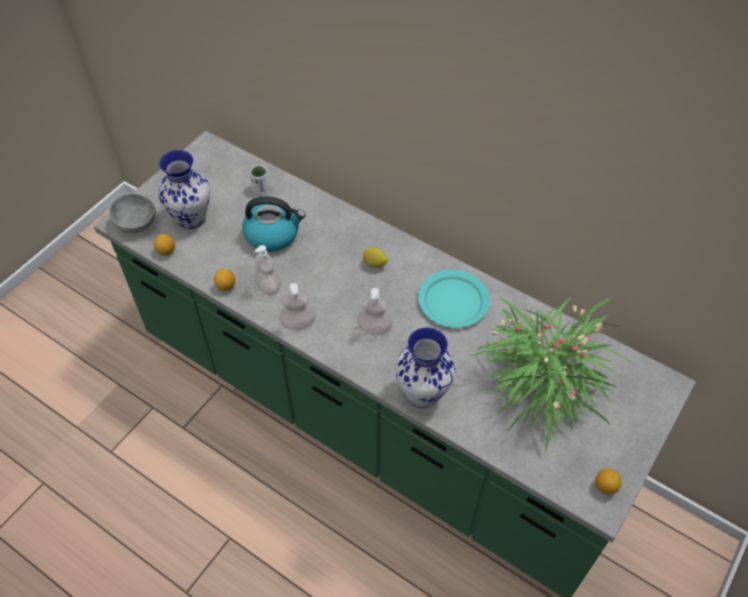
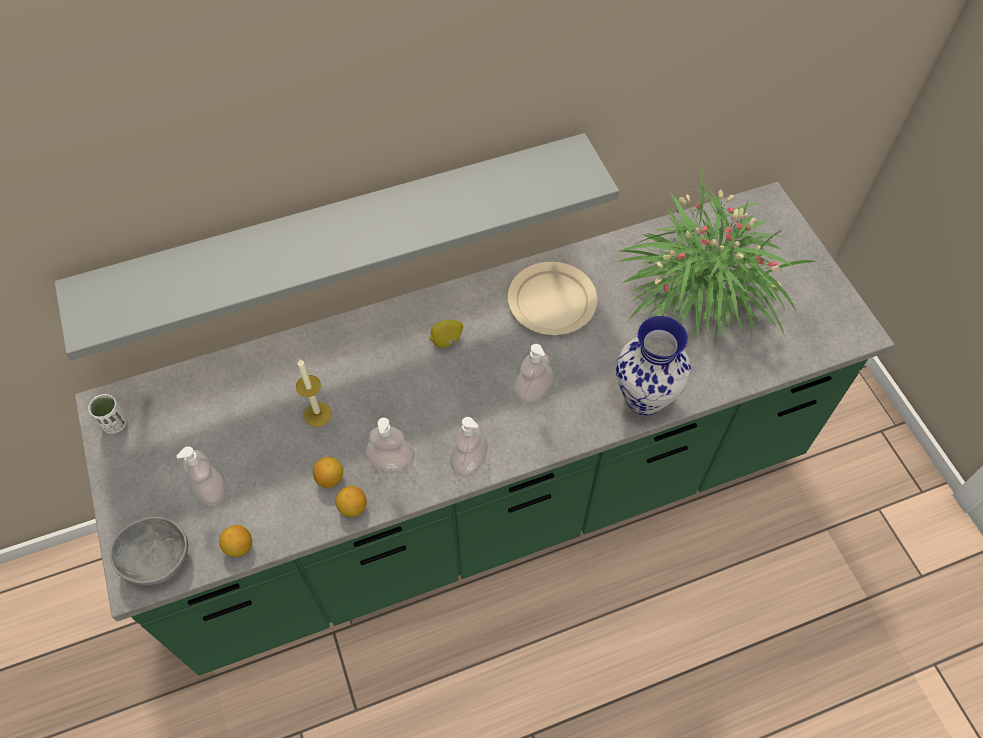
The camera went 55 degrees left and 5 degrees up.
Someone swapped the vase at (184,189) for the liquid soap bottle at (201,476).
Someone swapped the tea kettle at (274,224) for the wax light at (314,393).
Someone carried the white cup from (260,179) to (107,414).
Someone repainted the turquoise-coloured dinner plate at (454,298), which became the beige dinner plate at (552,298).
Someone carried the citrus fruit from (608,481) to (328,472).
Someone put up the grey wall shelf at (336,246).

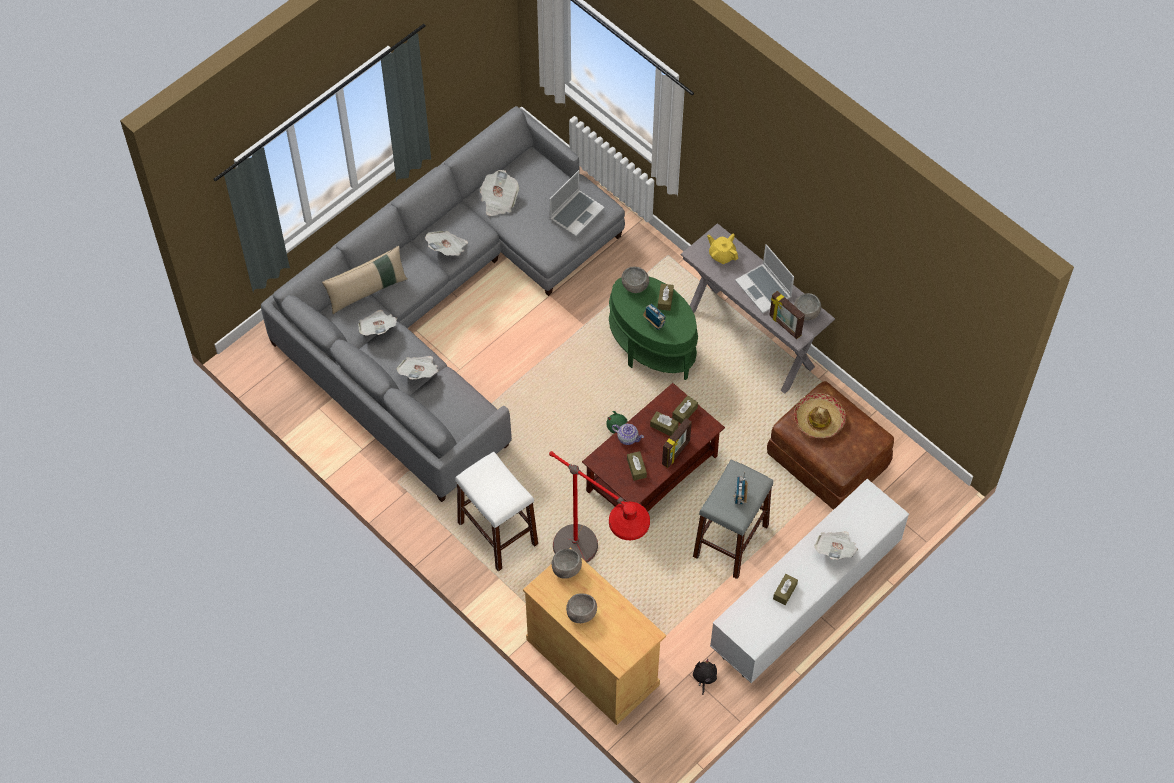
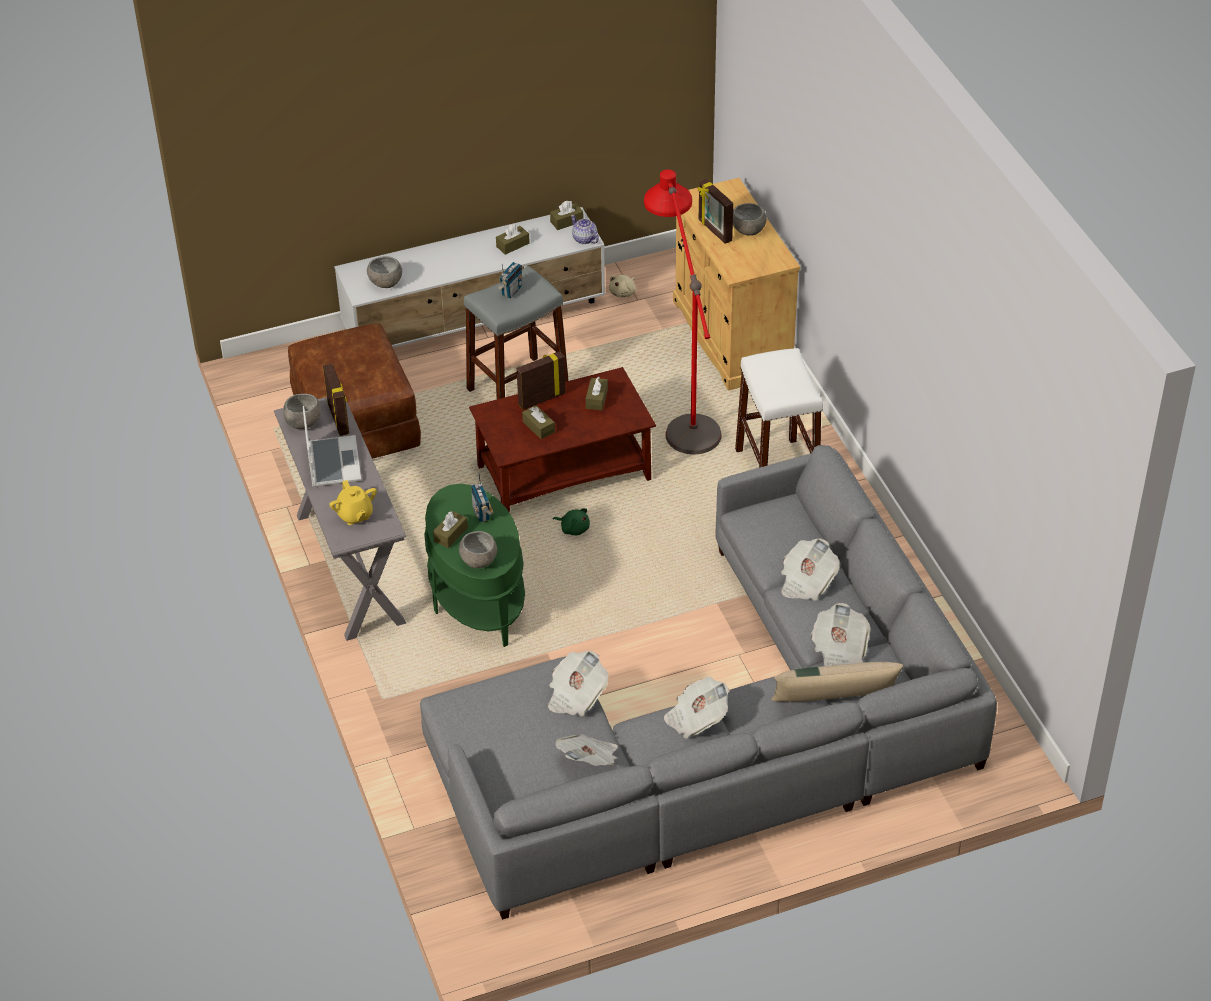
The camera went 155 degrees left and 15 degrees down.
Someone took away the laptop at (577,203).
Someone carried the grey serving bowl from (567,564) to (384,272).
Someone carried the pot for tea from (628,434) to (585,229).
Someone carried the brown-coloured box of tissues from (685,409) to (567,215).
Someone repainted the black-coloured cuddly toy at (705,677), which became the beige cuddly toy at (622,286).
Someone took away the hat at (820,415).
Someone carried the newspaper from (836,545) to (578,683).
Someone put down the picture frame at (715,211).

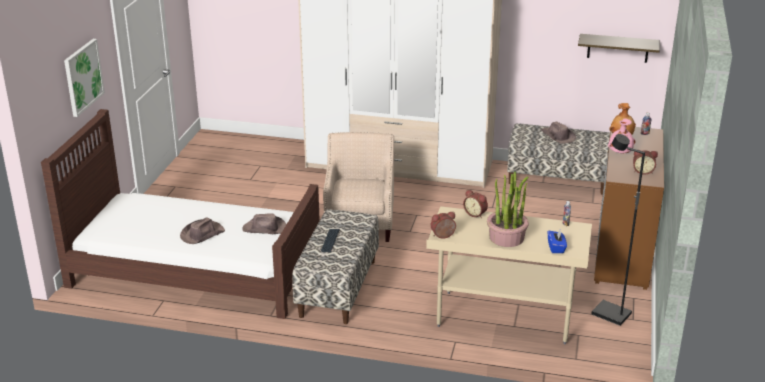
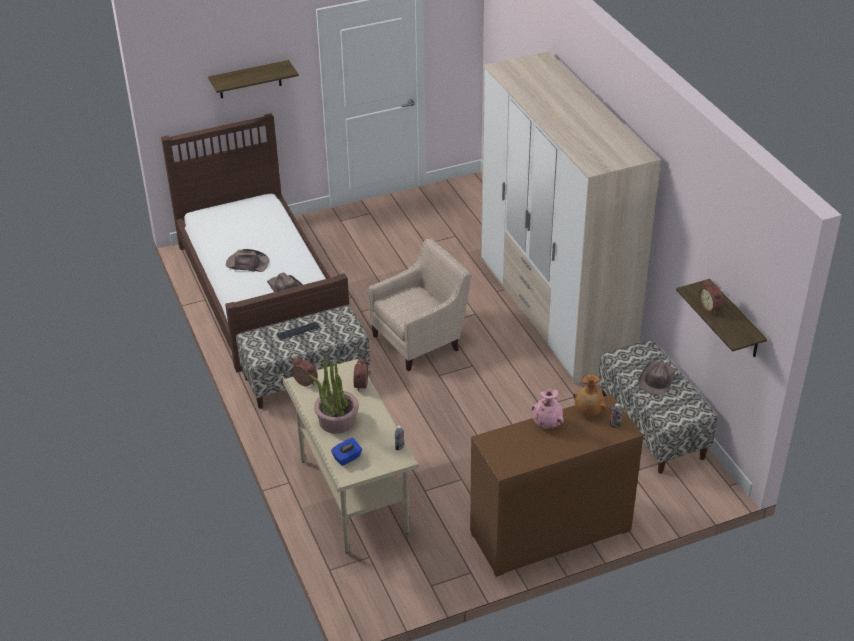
The camera went 55 degrees right and 10 degrees up.
Someone swapped the picture at (84,78) for the wall shelf at (253,79).
Someone took away the black-coloured floor lamp at (618,230).
Someone carried the table clock from (645,162) to (711,297).

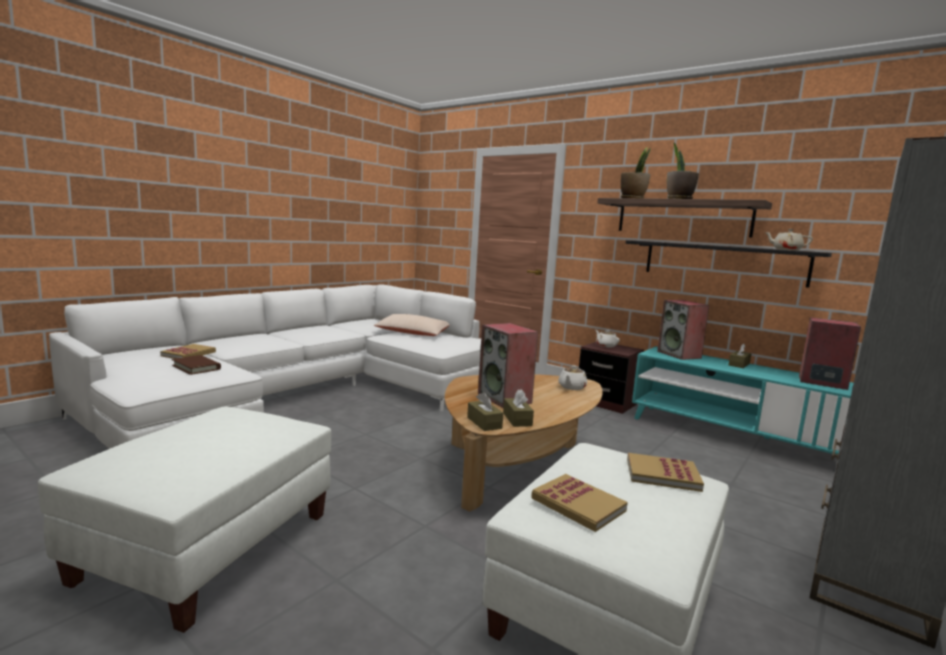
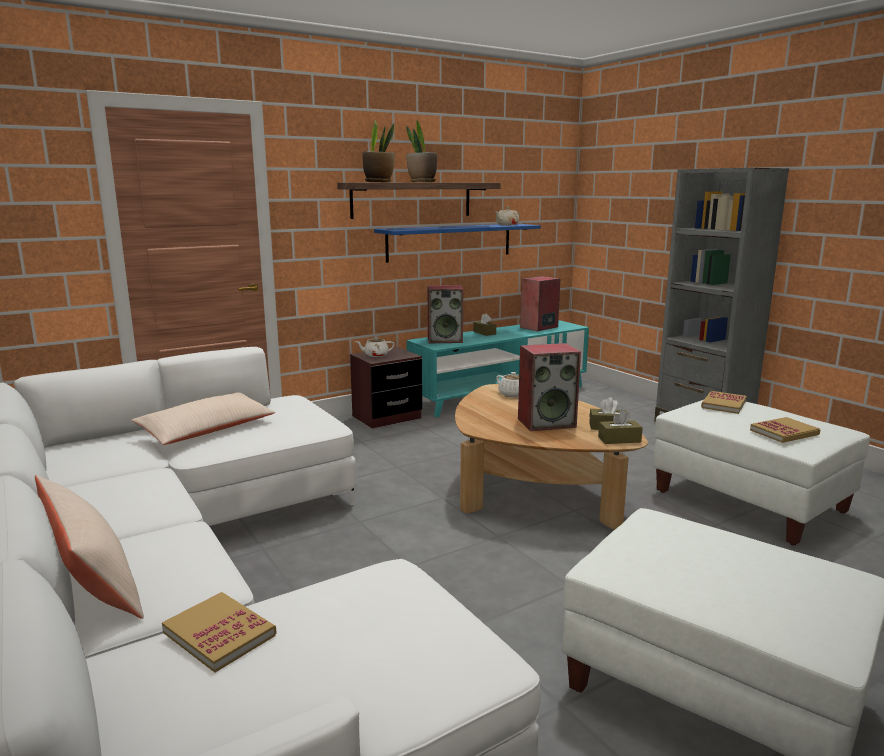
The camera went 70 degrees left and 5 degrees up.
Someone took away the brown-coloured book at (196,365).
Someone repainted the black-coloured wall shelf at (729,264), which became the blue-coloured wall shelf at (457,243).
Someone put down the beige pillow at (89,547).

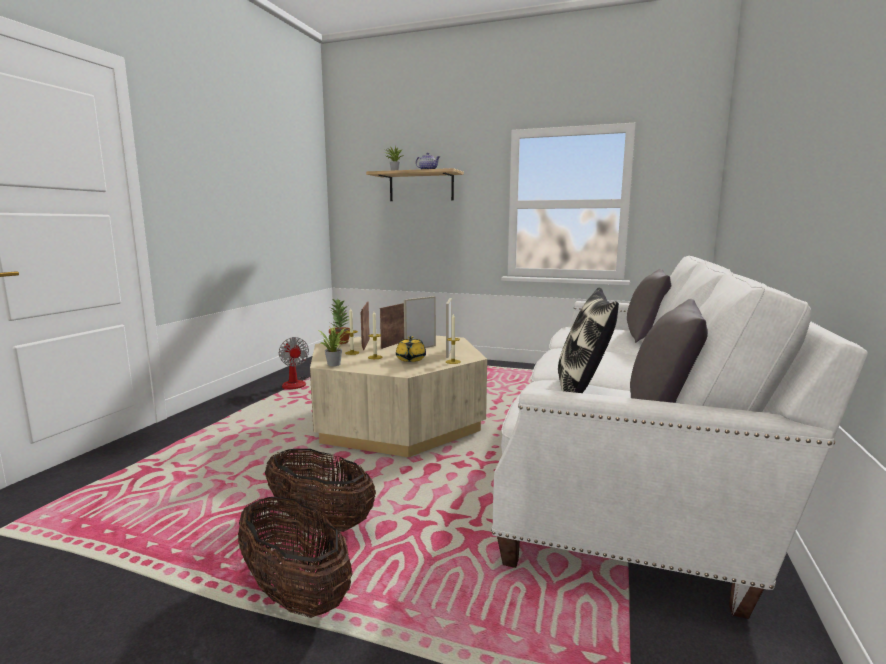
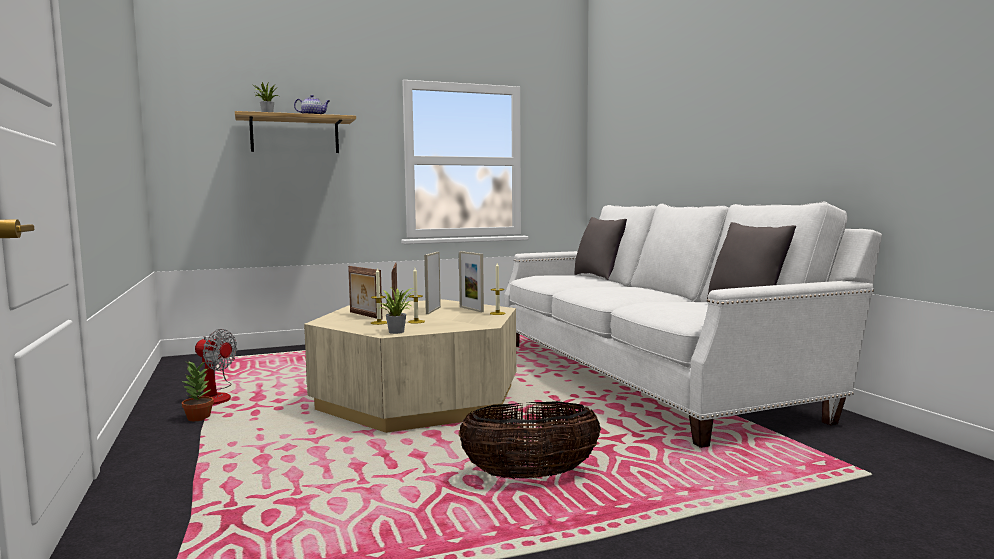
The camera went 40 degrees left and 5 degrees down.
Someone took away the basket at (295,557).
Someone carried the plant in a pot from (339,321) to (198,391).
Someone took away the yellow pot for tea at (411,349).
Someone took away the pillow at (588,340).

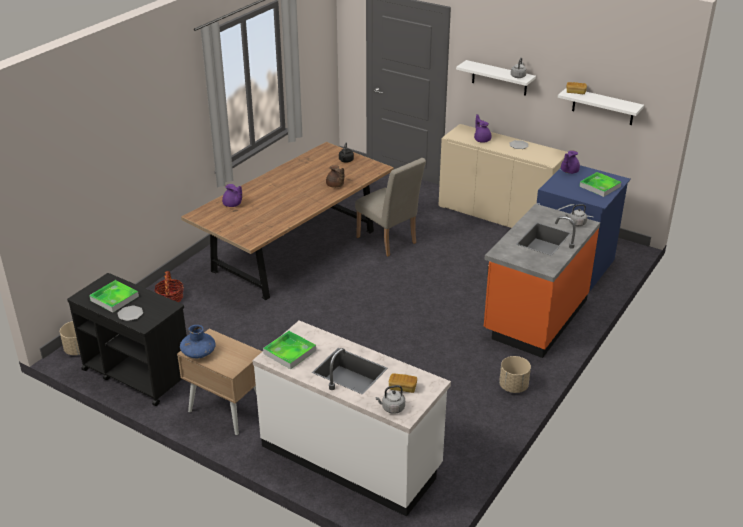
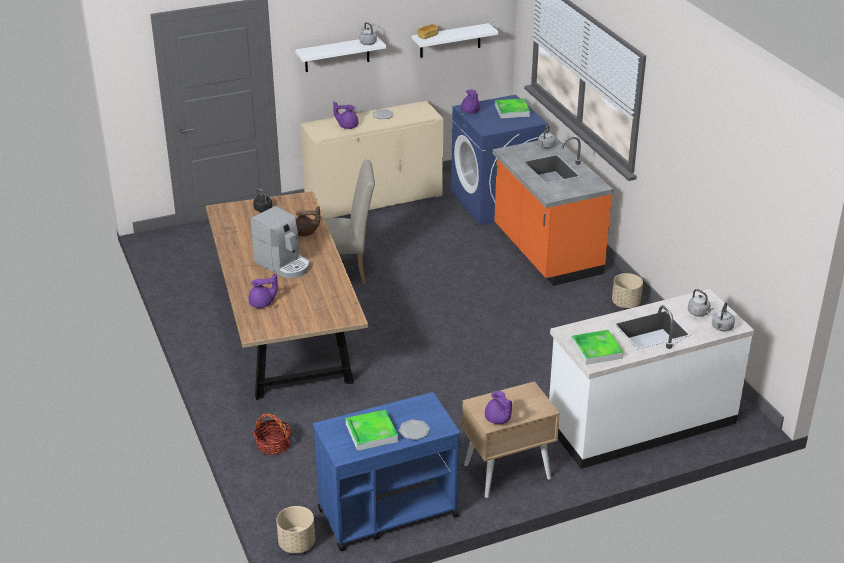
The camera went 55 degrees left and 0 degrees up.
Someone repainted the black-coloured wheeled cart at (127,339), which became the blue-coloured wheeled cart at (386,471).
Someone swapped the blue-coloured vase at (198,341) for the purple pot for tea at (498,407).
Someone swapped the bakery bread at (403,383) for the grey tea kettle at (701,303).
Someone put down the coffee brewer at (279,242).

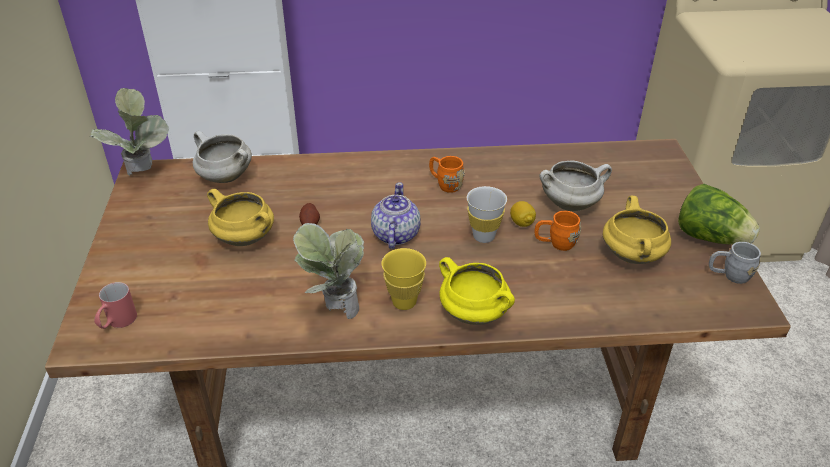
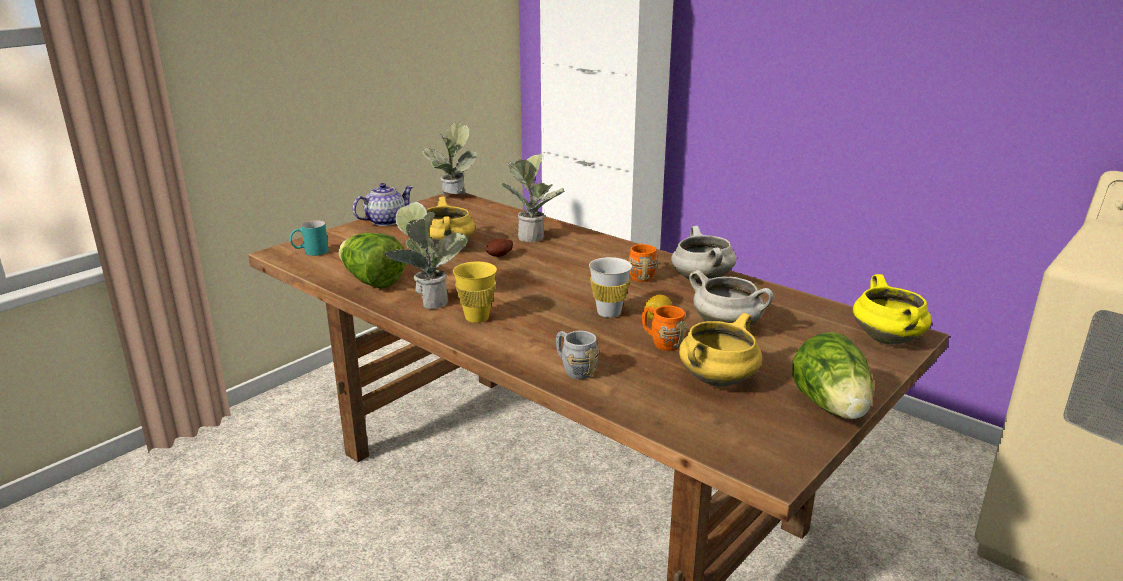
The camera went 45 degrees right and 15 degrees down.
Someone repainted the red tea mug at (115,305), which became the turquoise-coloured tea mug at (309,238).
Someone carried the white saucepot from (222,157) to (703,255).
Someone carried the pot for tea from (396,215) to (383,204).
Someone carried the yellow saucepot from (477,291) to (892,309).
Someone carried the grey tea mug from (735,263) to (577,355).
Someone put down the head of lettuce at (372,261).
Someone put down the plant in a pot at (533,197).

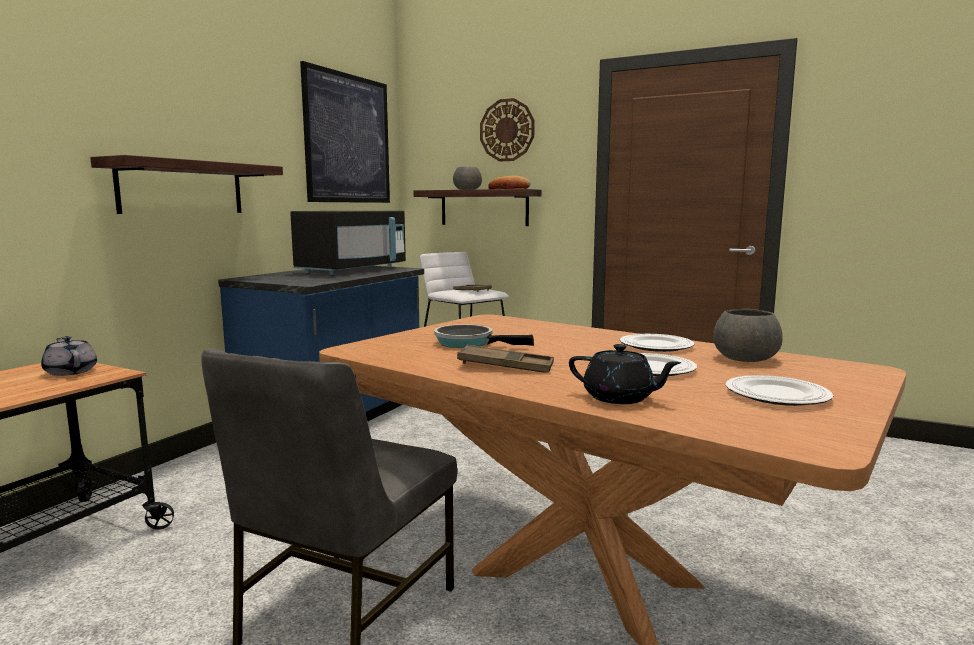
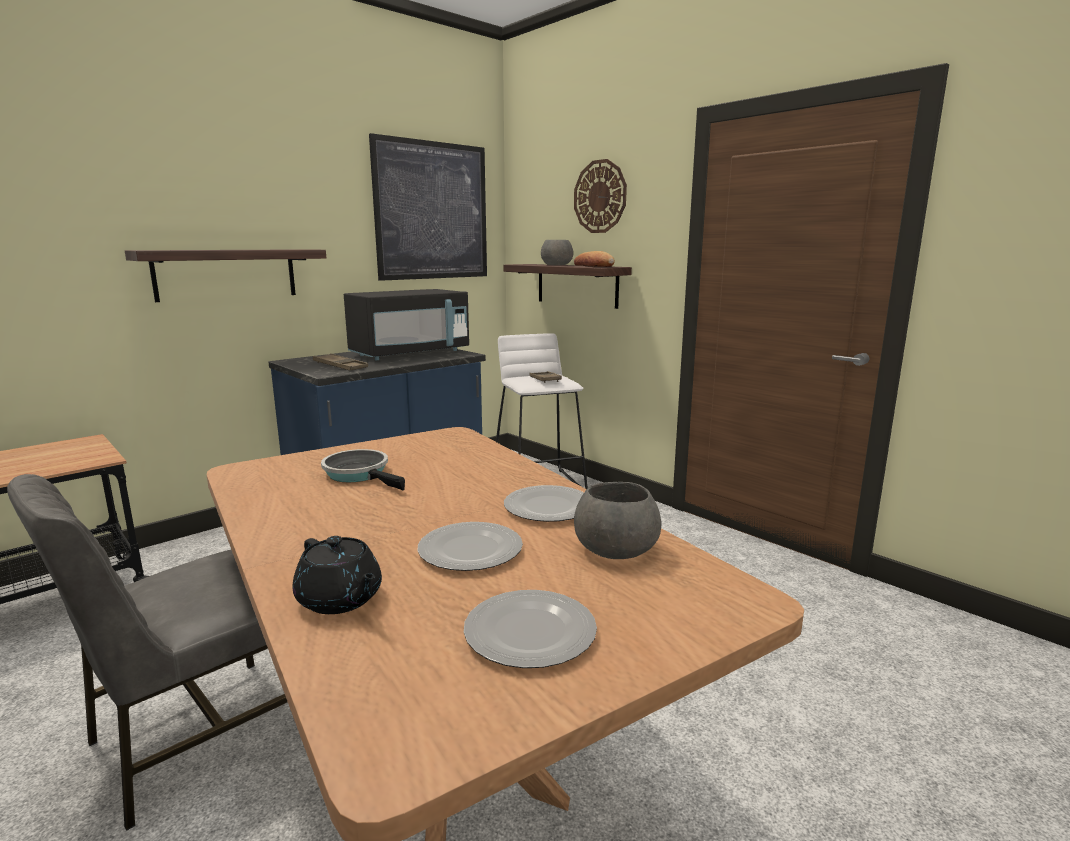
The camera went 20 degrees right and 5 degrees up.
Someone took away the grey pot for tea at (69,356).
Someone carried the brown-coloured carrying tray from (505,359) to (340,361).

